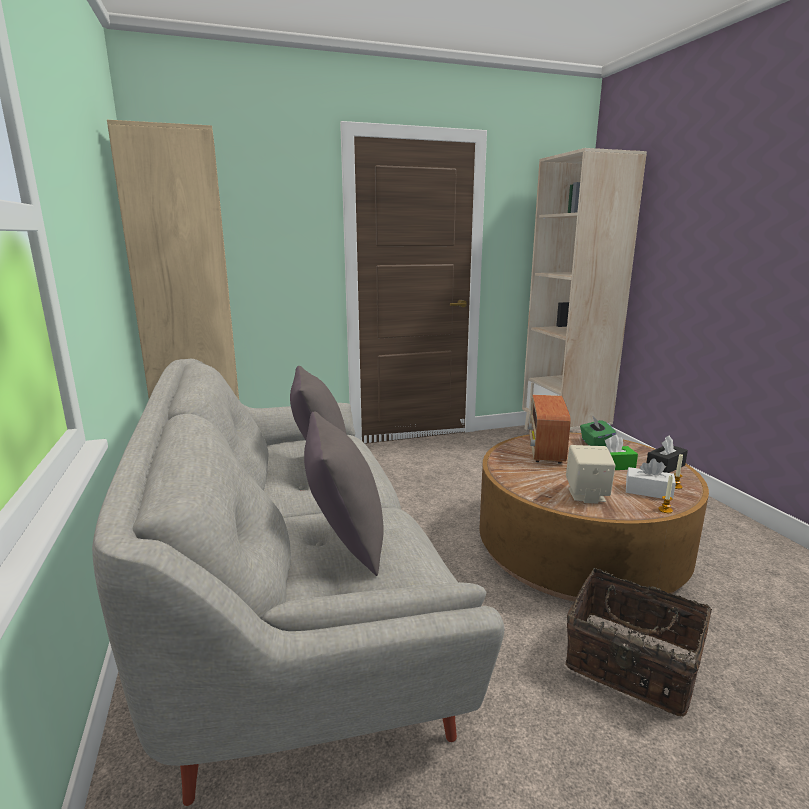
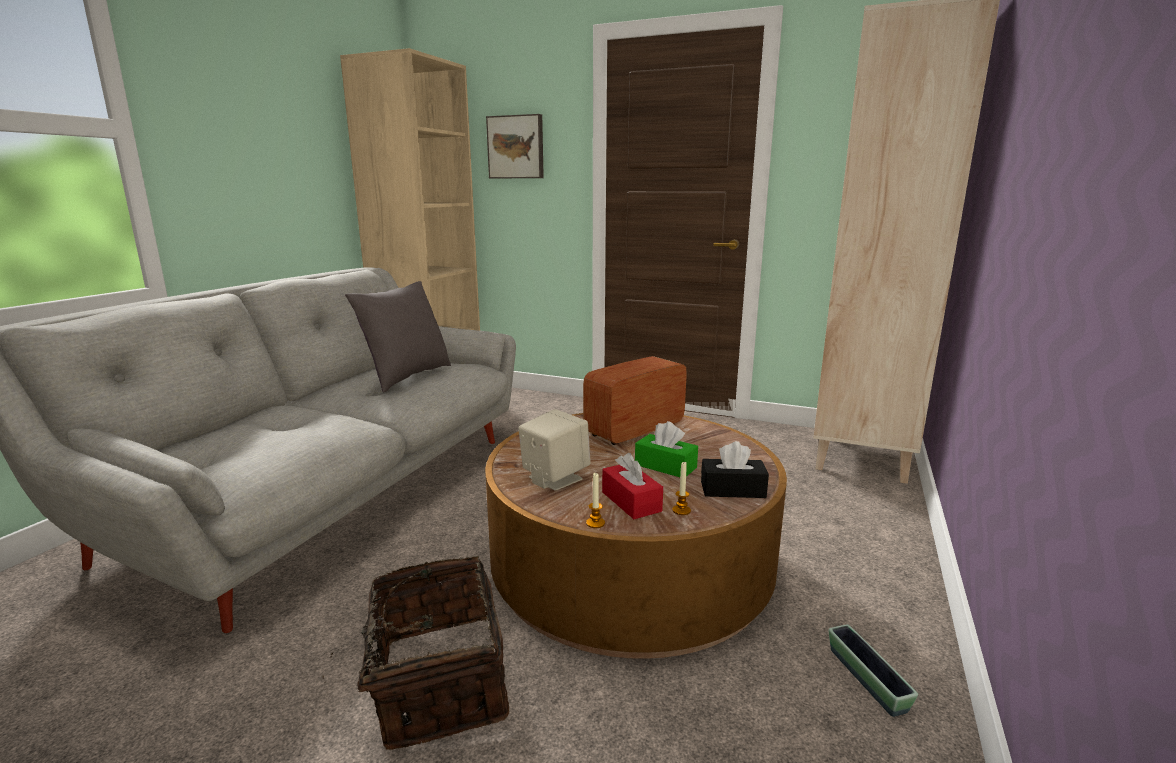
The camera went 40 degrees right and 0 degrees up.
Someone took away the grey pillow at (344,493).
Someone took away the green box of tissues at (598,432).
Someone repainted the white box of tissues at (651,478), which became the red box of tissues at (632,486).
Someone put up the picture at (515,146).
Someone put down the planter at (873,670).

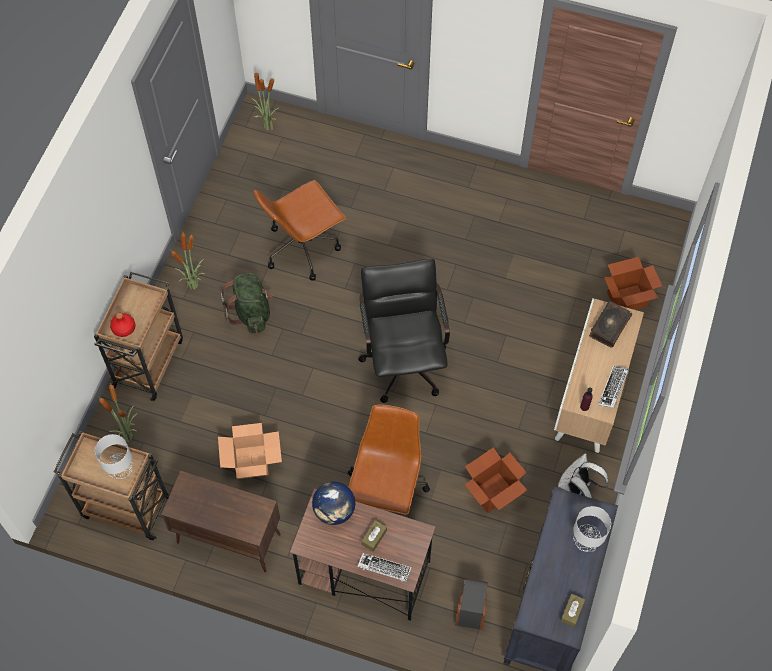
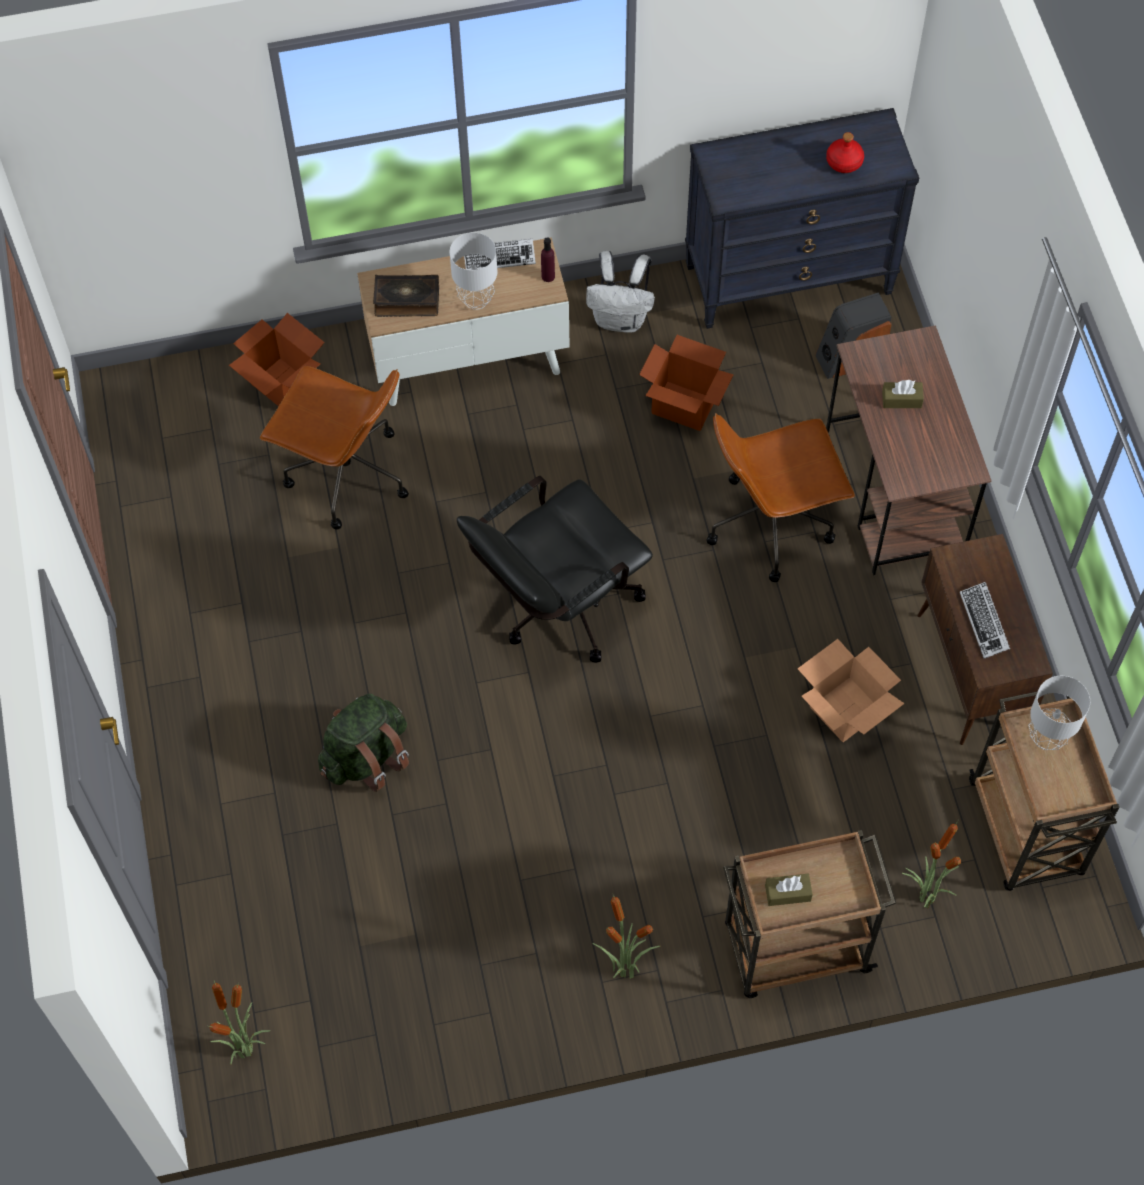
The camera went 120 degrees left and 0 degrees up.
Someone carried the red bottle from (122,325) to (845,152).
Someone carried the green knapsack from (247,303) to (363,742).
Someone carried the brown-coloured office chair from (300,230) to (334,447).
Someone took away the globe at (333,503).
Someone carried the PC keyboard from (384,567) to (985,620).
Someone carried the brown-coloured box of tissues from (572,610) to (789,889).
Someone carried the grey table lamp from (592,529) to (473,271).

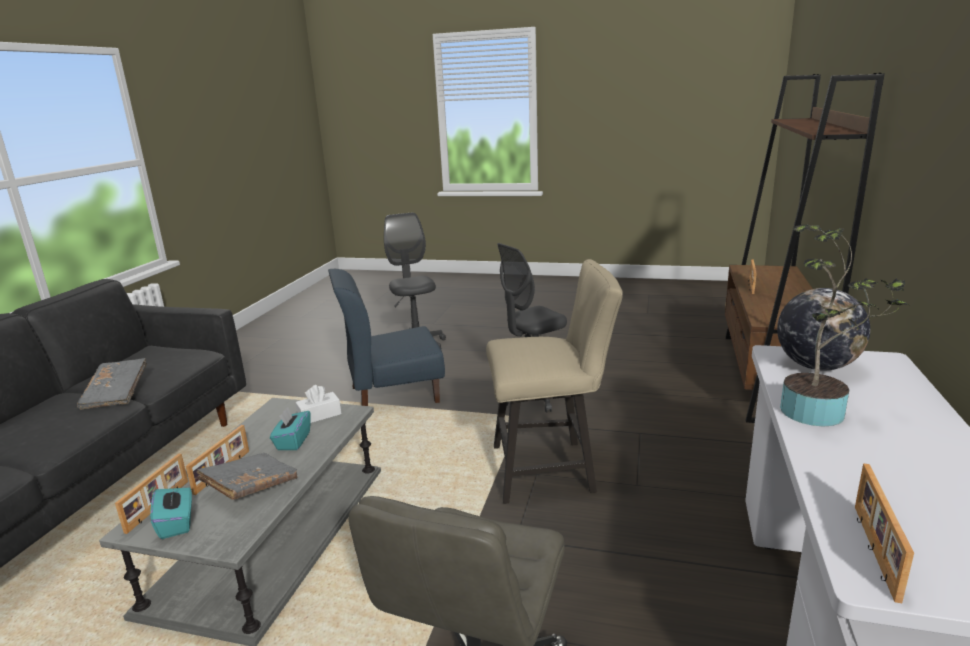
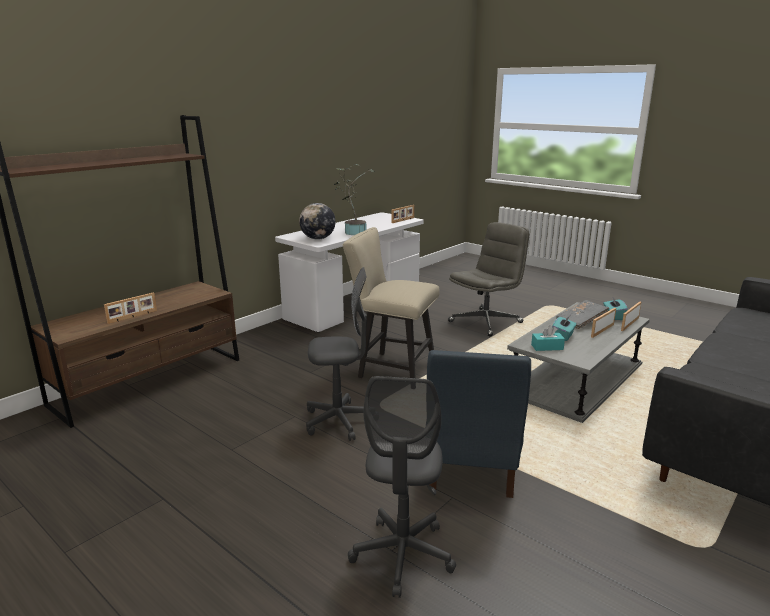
The camera went 155 degrees left and 0 degrees up.
Someone took away the grey book at (112,384).
Someone repainted the white box of tissues at (318,404), which became the turquoise-coloured box of tissues at (548,338).
Someone rotated the blue-coloured upright chair at (386,337) by 90 degrees clockwise.

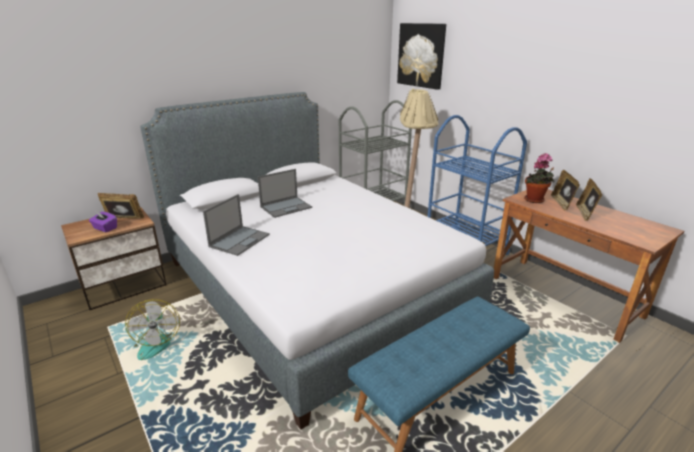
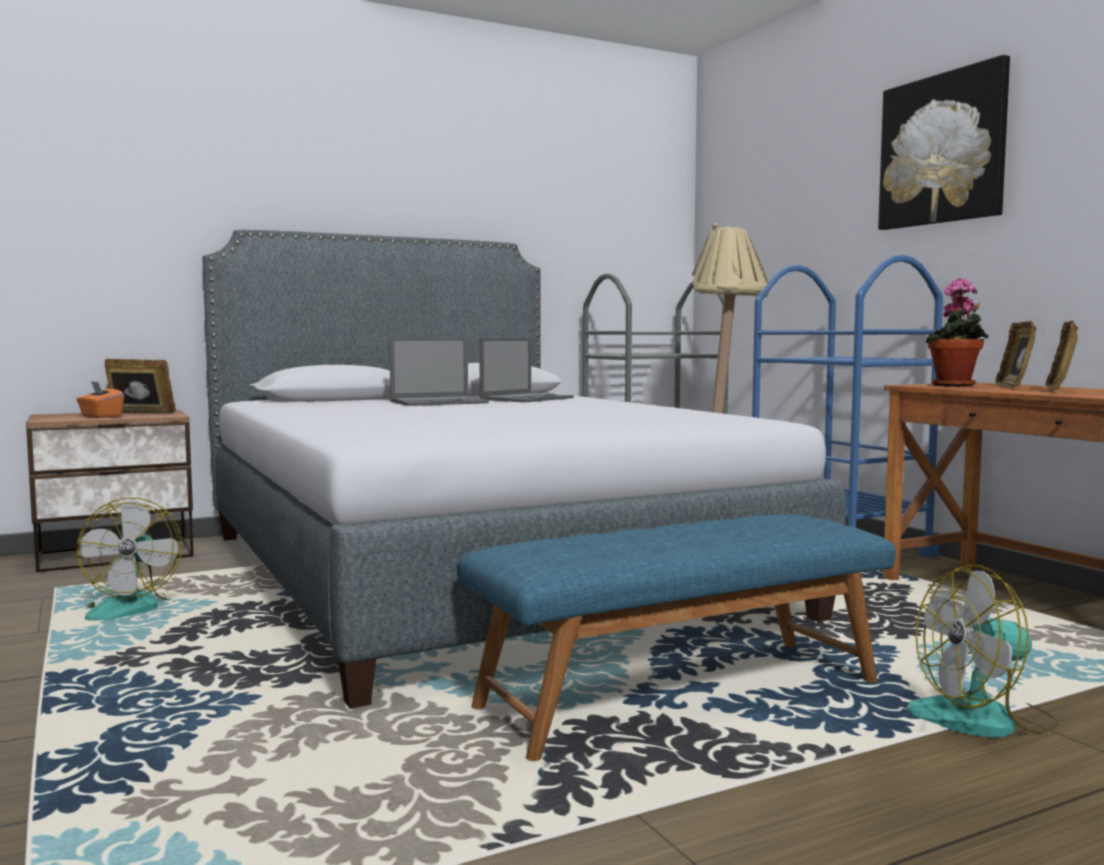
The camera went 10 degrees right and 20 degrees down.
Someone repainted the purple box of tissues at (103,222), which became the orangey box of tissues at (100,399).
Someone carried the laptop from (236,225) to (526,370).
Someone carried the picture from (421,56) to (944,142).
Someone put down the cooling fan at (983,651).

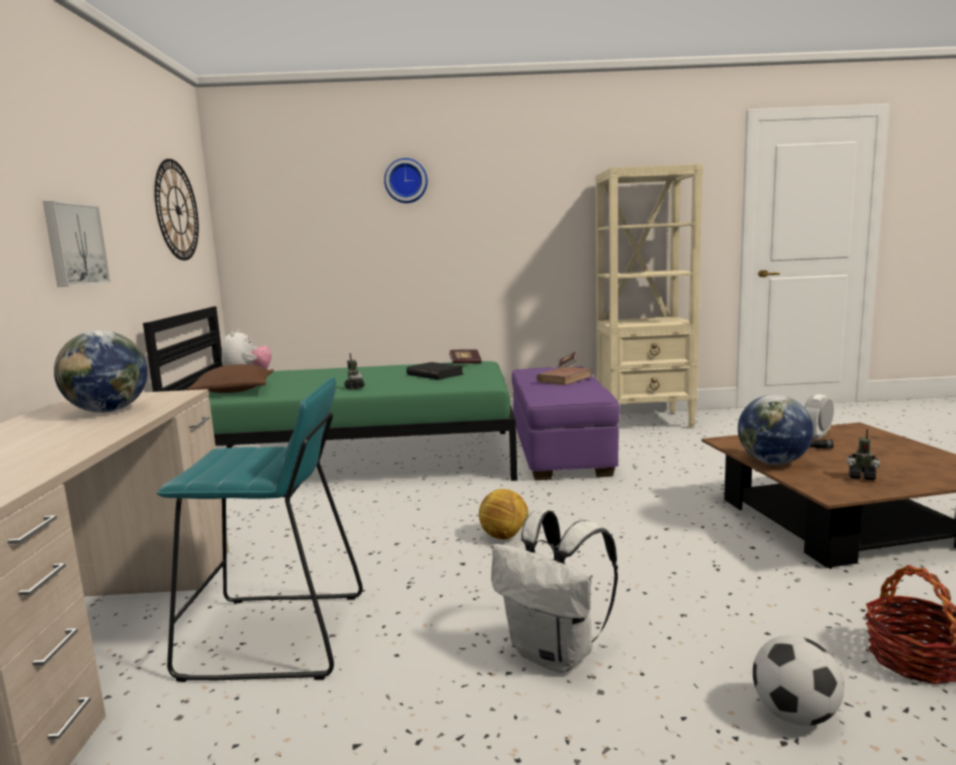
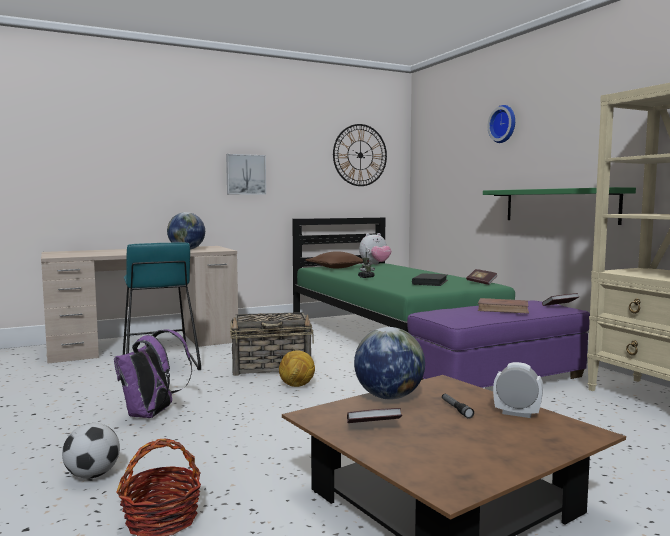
The camera went 65 degrees right and 5 degrees down.
Someone repainted the white knapsack at (554,591), which became the purple knapsack at (153,373).
Someone swapped the model robot at (863,454) for the book at (374,415).
Someone put down the basket at (272,344).
Someone put up the green wall shelf at (559,206).

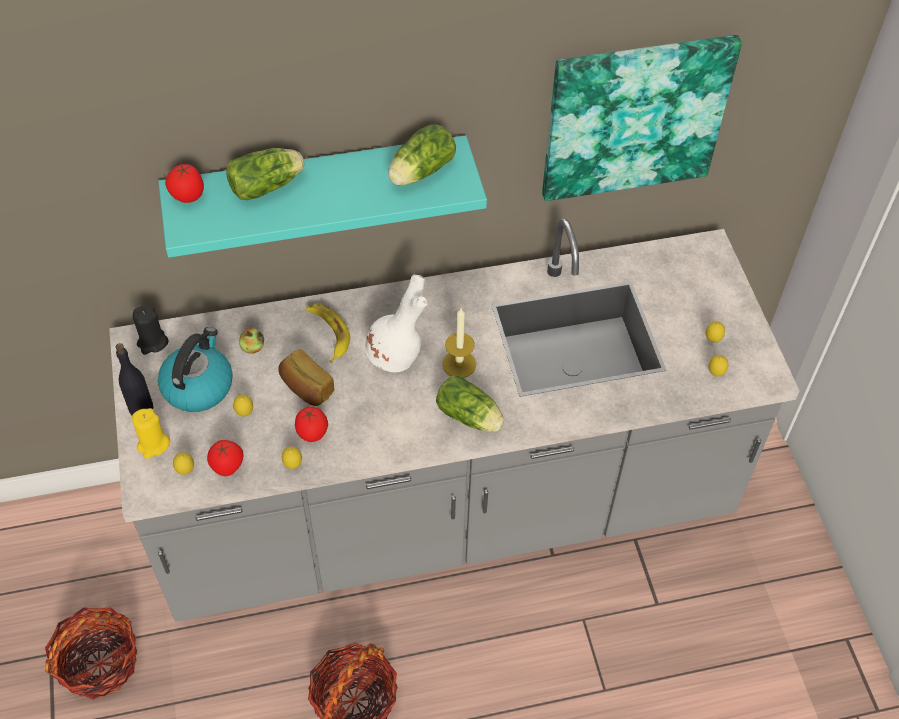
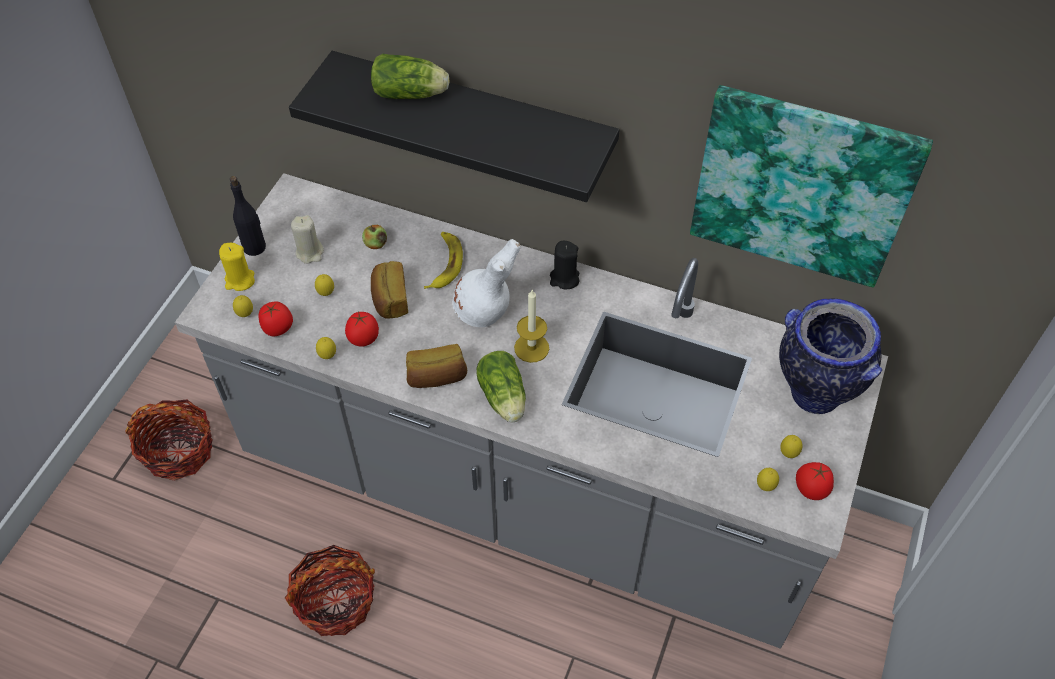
The camera went 35 degrees right and 0 degrees up.
Someone carried the black-coloured wax light from (151,330) to (564,265).
Someone repainted the turquoise-coloured wall shelf at (322,196), which became the black-coloured wall shelf at (454,126).
Someone swapped the tea kettle at (195,369) for the beige wax light at (307,239).
Someone carried the whole tomato from (184,183) to (815,481).
Someone took away the head of lettuce at (422,155).
Someone put down the bakery bread at (436,366).
Someone put down the vase at (831,356).

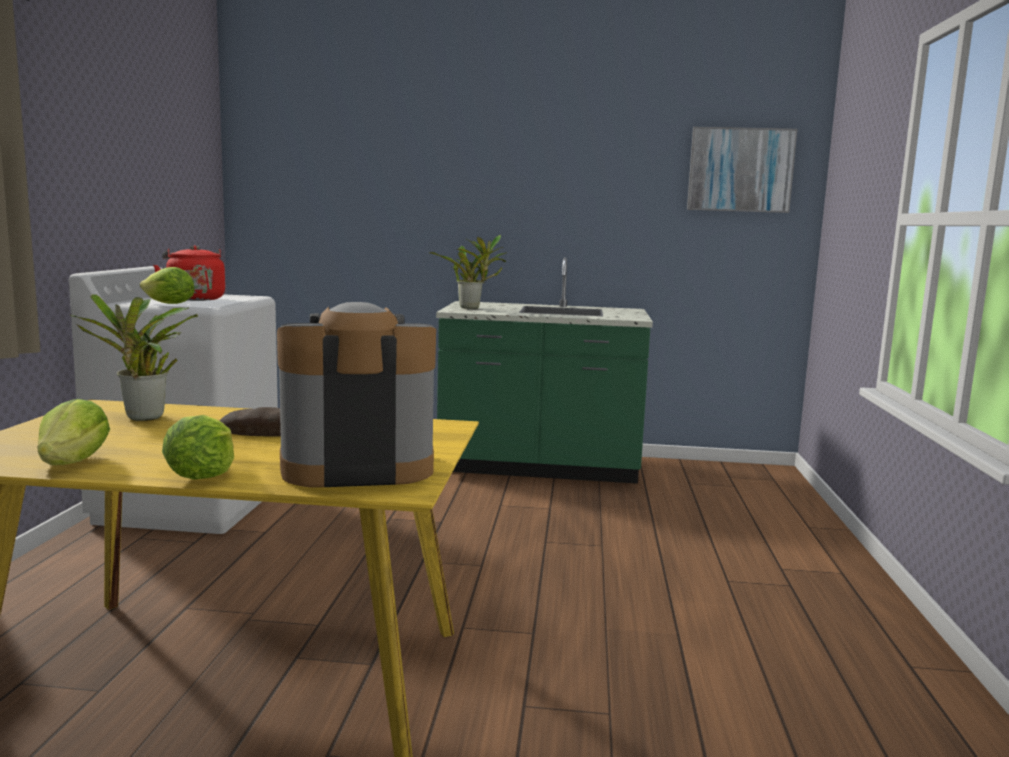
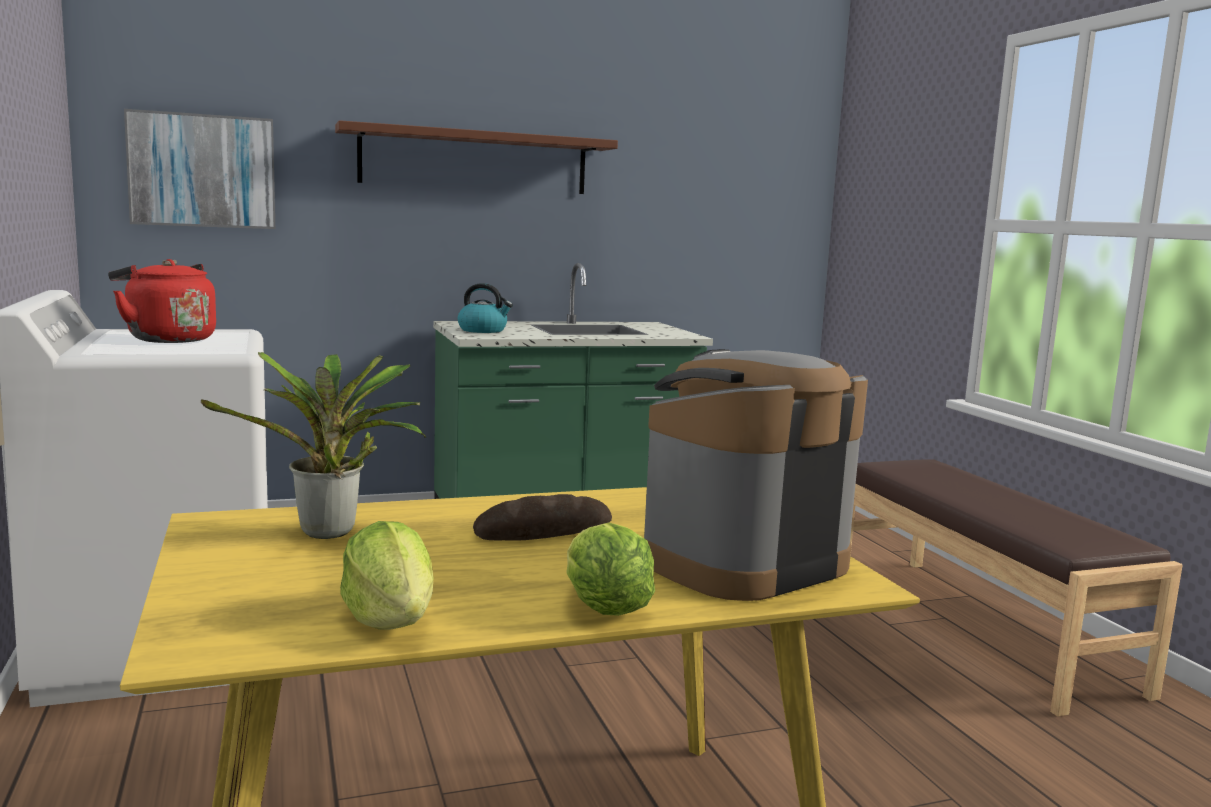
The camera went 25 degrees left and 0 degrees up.
Someone took away the head of lettuce at (167,285).
Someone swapped the plant in a pot at (467,272) for the tea kettle at (485,308).
Someone carried the picture from (742,170) to (199,169).
Someone put up the brown-coloured wall shelf at (476,157).
Someone put down the brown-coloured indoor bench at (1016,588).

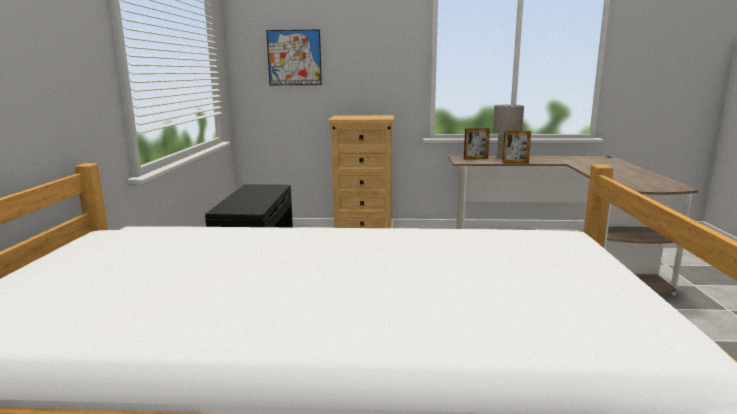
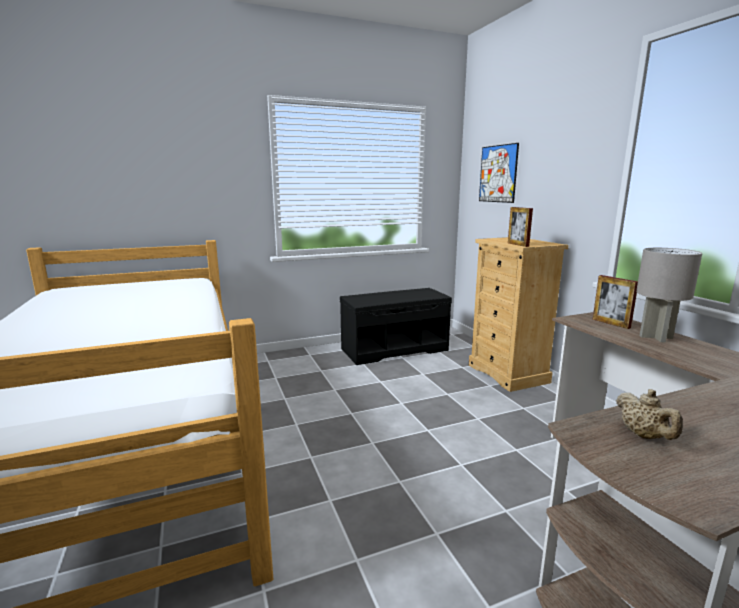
The camera went 65 degrees right and 0 degrees up.
Someone carried the picture frame from (516,147) to (520,227).
Someone put down the beige pot for tea at (649,414).

